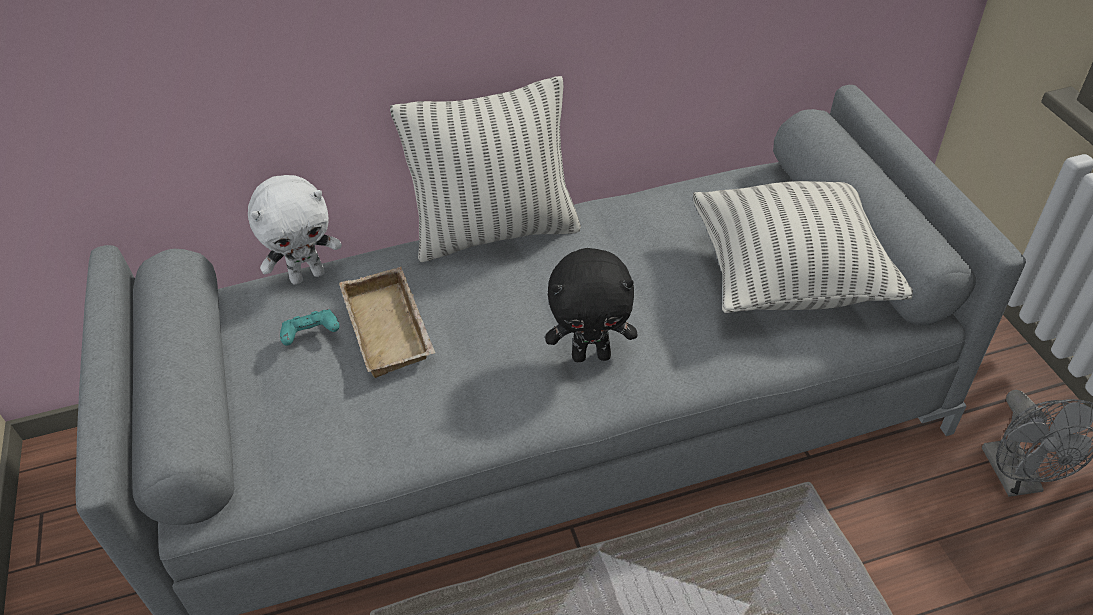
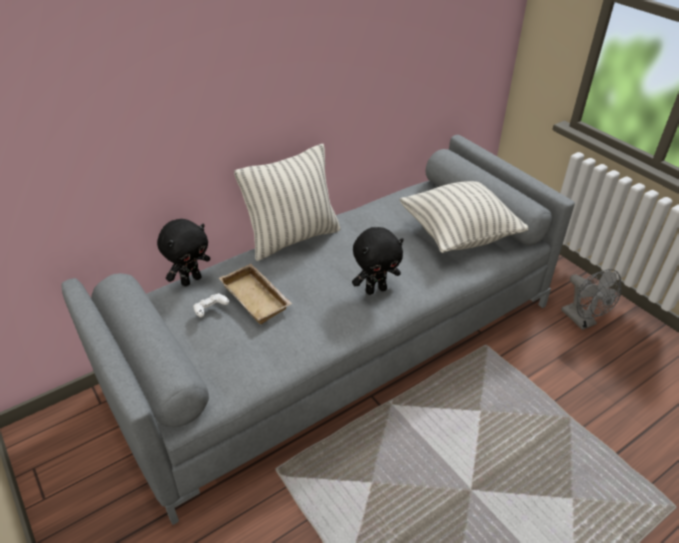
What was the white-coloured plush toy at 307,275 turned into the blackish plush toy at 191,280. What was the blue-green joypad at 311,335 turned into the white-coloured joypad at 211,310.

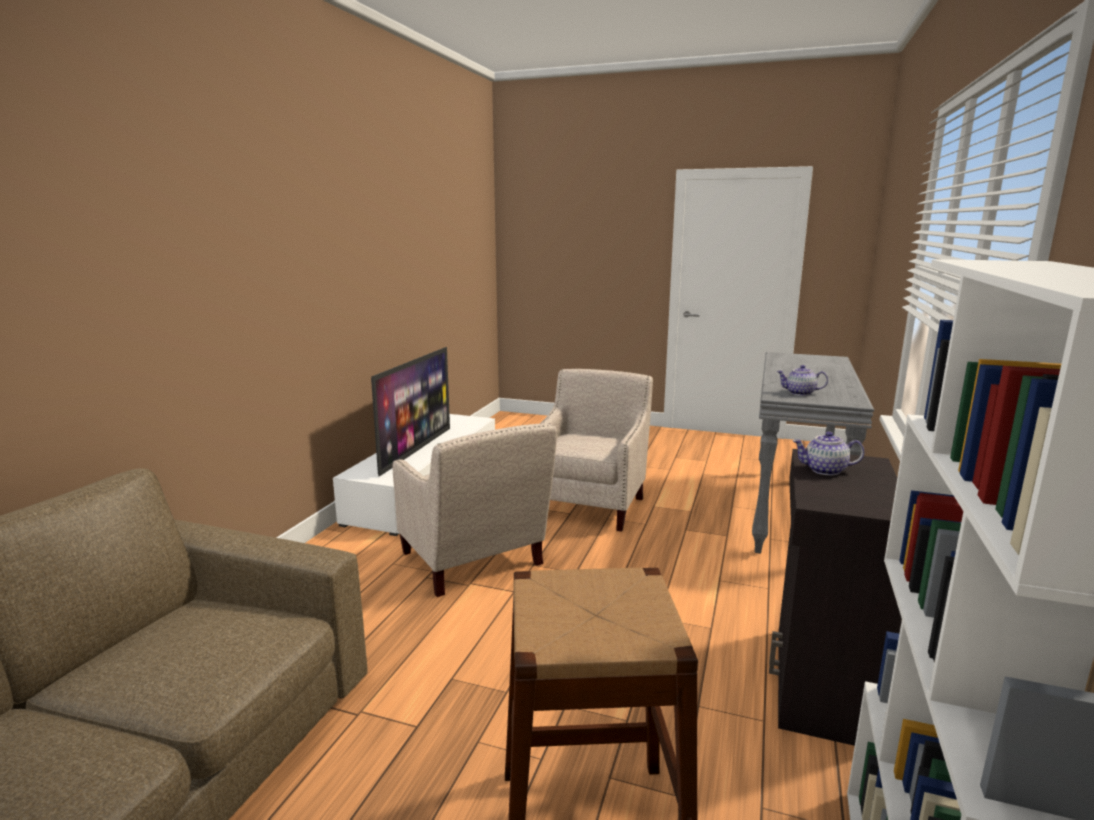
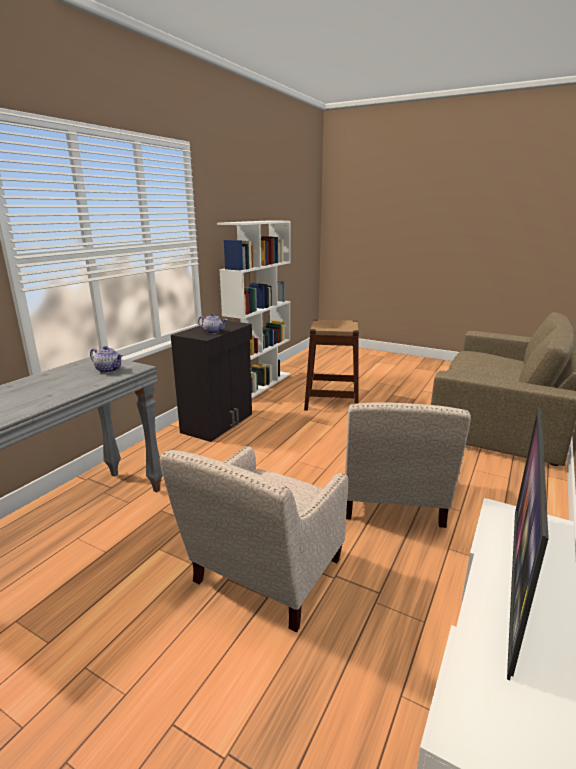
The beige easy chair at 473,563 ended up facing another way, 150 degrees counterclockwise from before.

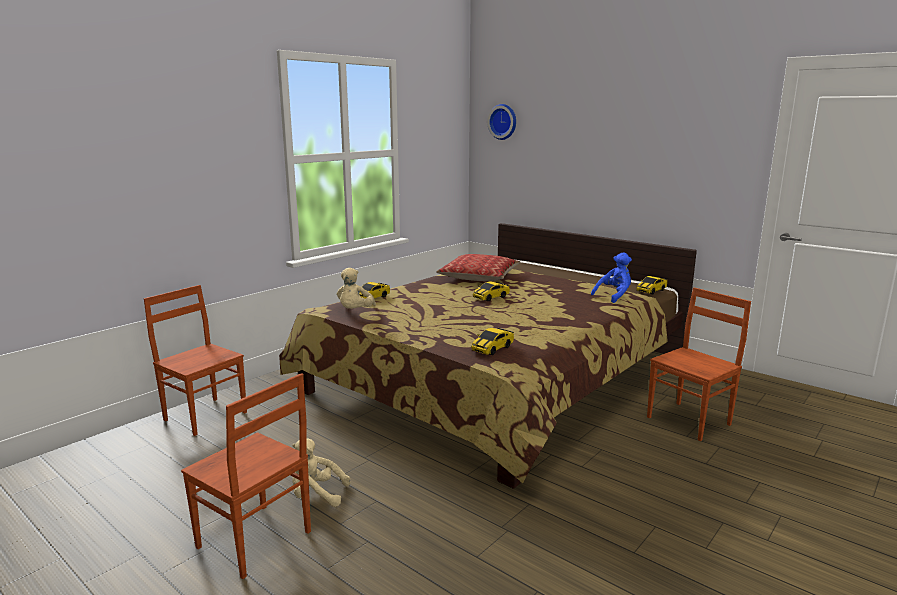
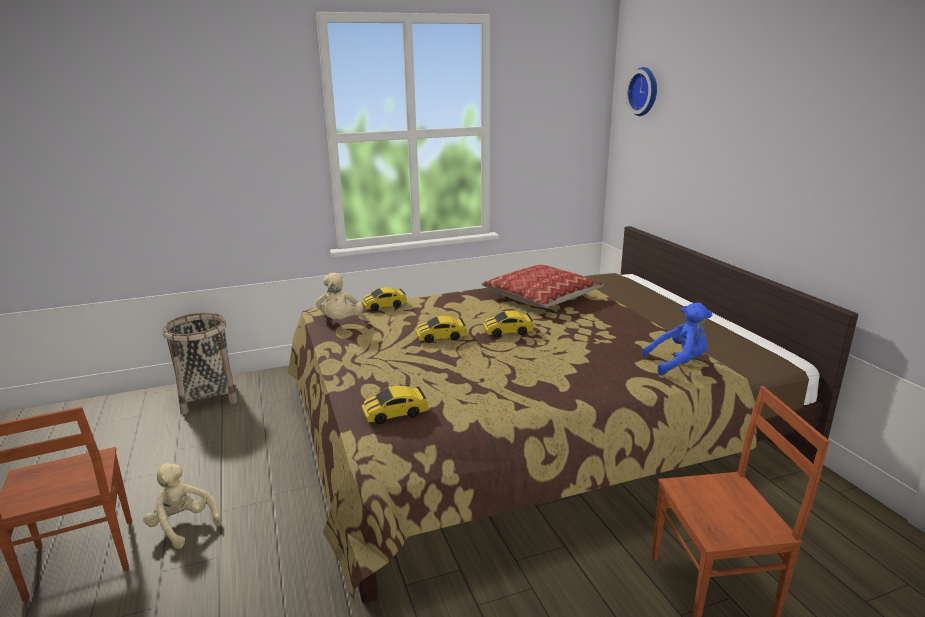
The model car ended up elsewhere, having gone from 651,291 to 441,337. Where the brownish upright chair stood at 206,415, the household basket came to stand at 208,397. The beige plush toy at 355,312 ended up facing another way, 45 degrees counterclockwise from before.

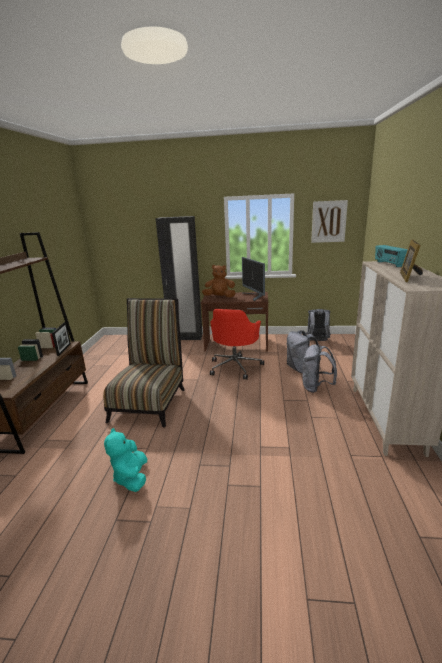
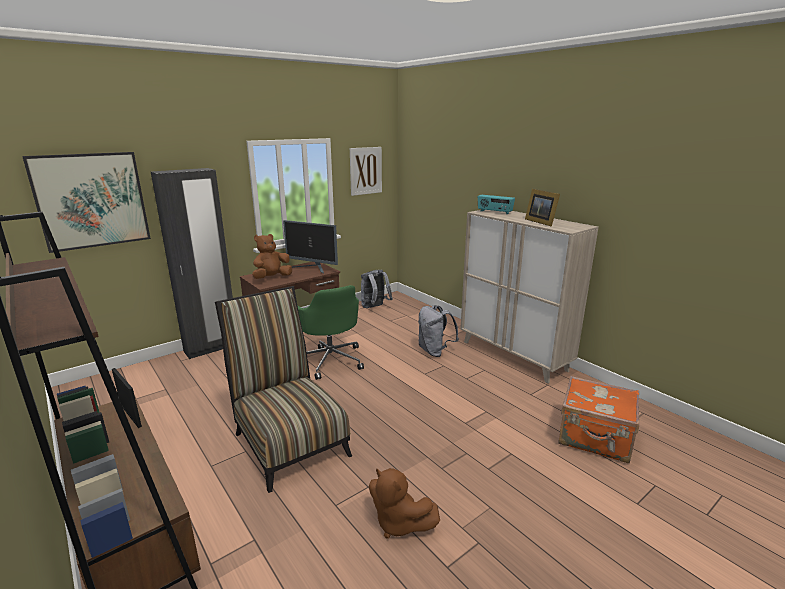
The second view lost the grey backpack at 300,369. The second view gained the picture at 91,200. The second view gained the orange-coloured suitcase at 595,438. What was the blue-green plush toy at 131,477 turned into the brownish plush toy at 398,523. What was the reddish desk chair at 235,366 turned into the green desk chair at 331,360.

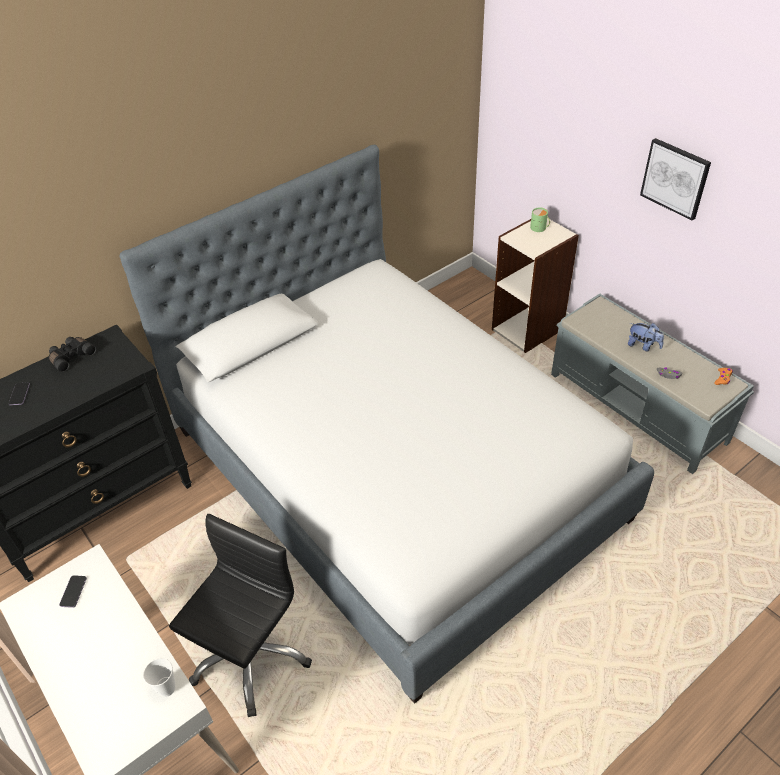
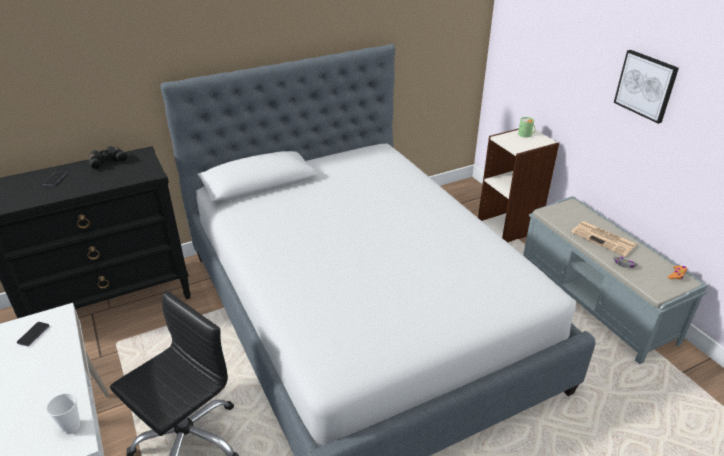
Where the plush toy stood at 643,346, the printed paper came to stand at 604,239.

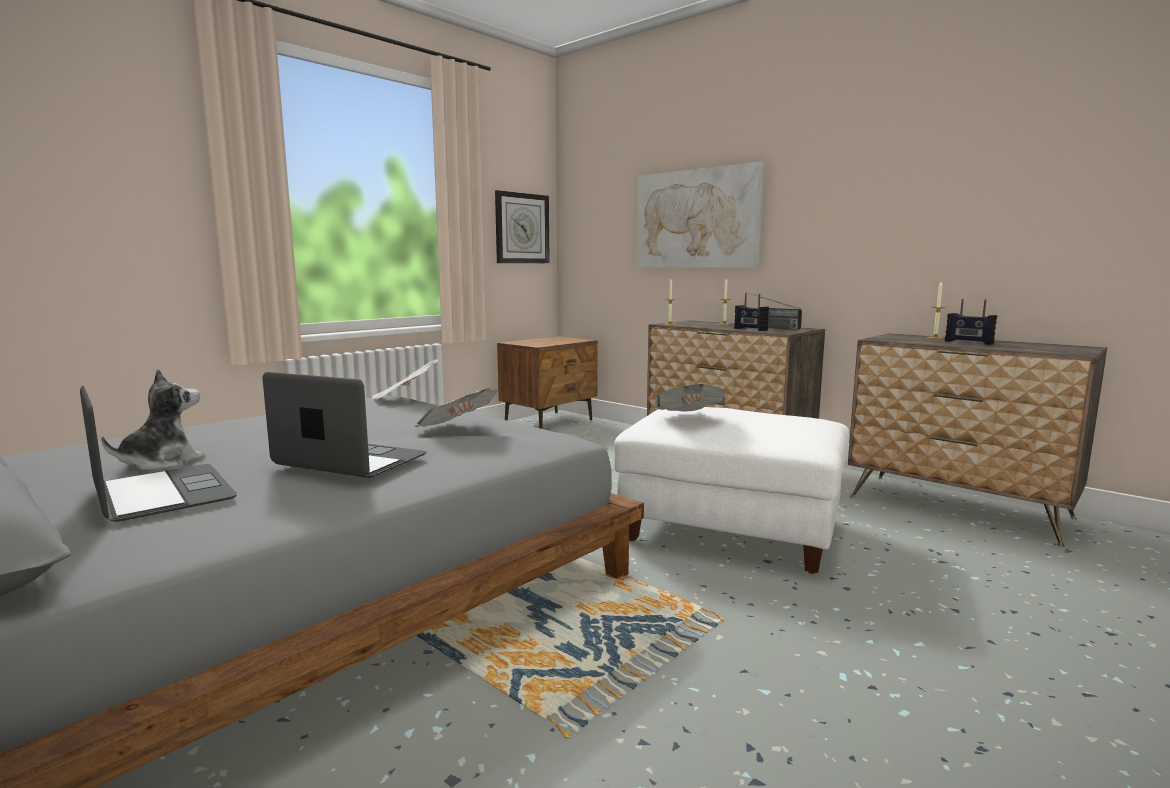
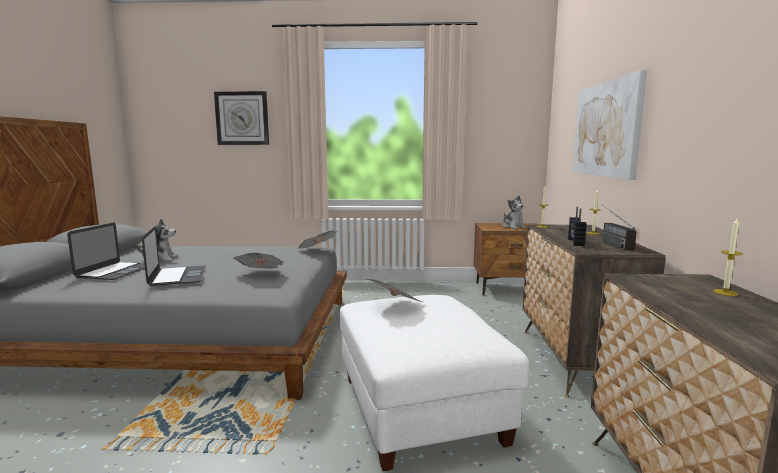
The second view lost the radio at 968,342. The second view gained the plush toy at 513,227. The hanging clock ended up elsewhere, having gone from 522,228 to 242,118.

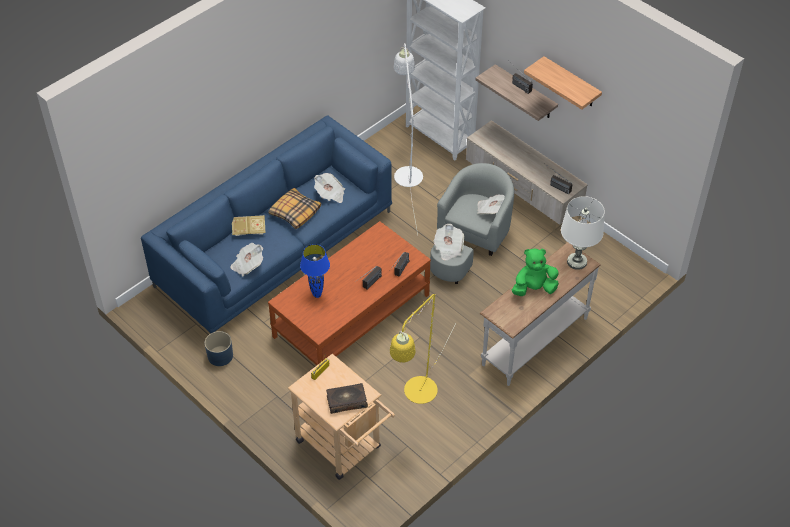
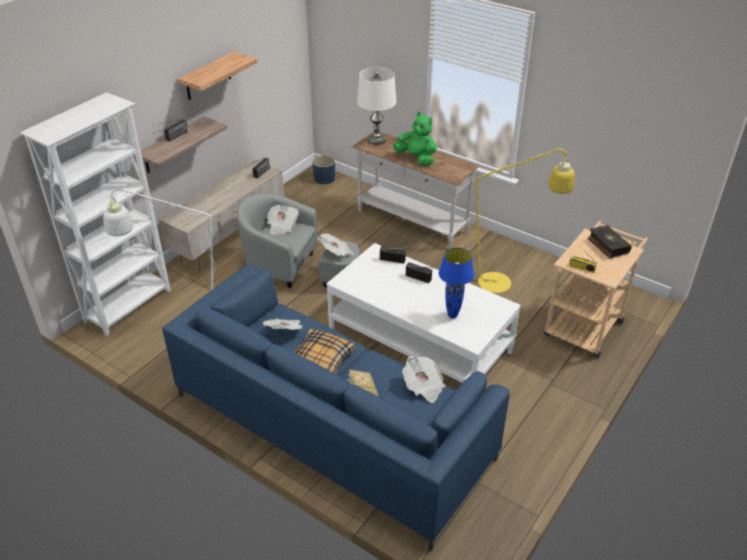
The bluish planter ended up elsewhere, having gone from 220,356 to 324,178. What was the brownish low table at 352,315 turned into the white-coloured low table at 419,341. The green plush toy at 534,288 ended up facing another way, 150 degrees clockwise from before.

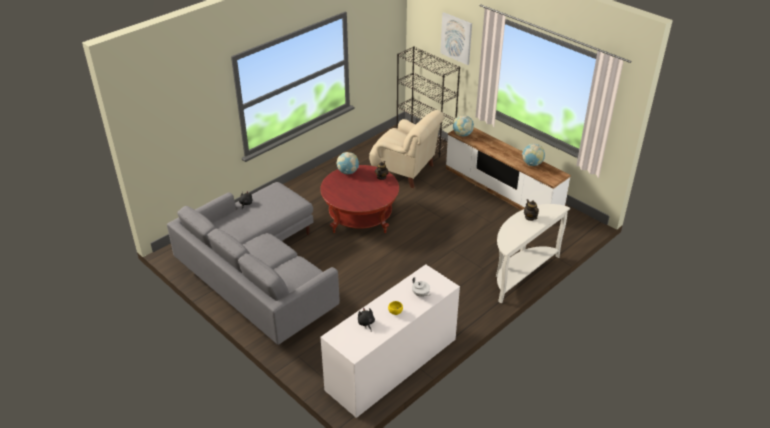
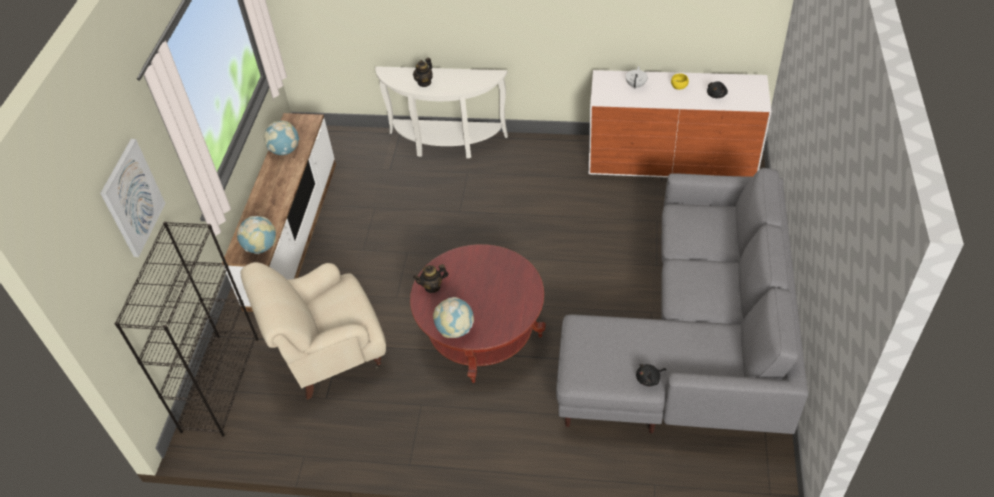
The beige easy chair at 405,171 ended up facing another way, 105 degrees counterclockwise from before.

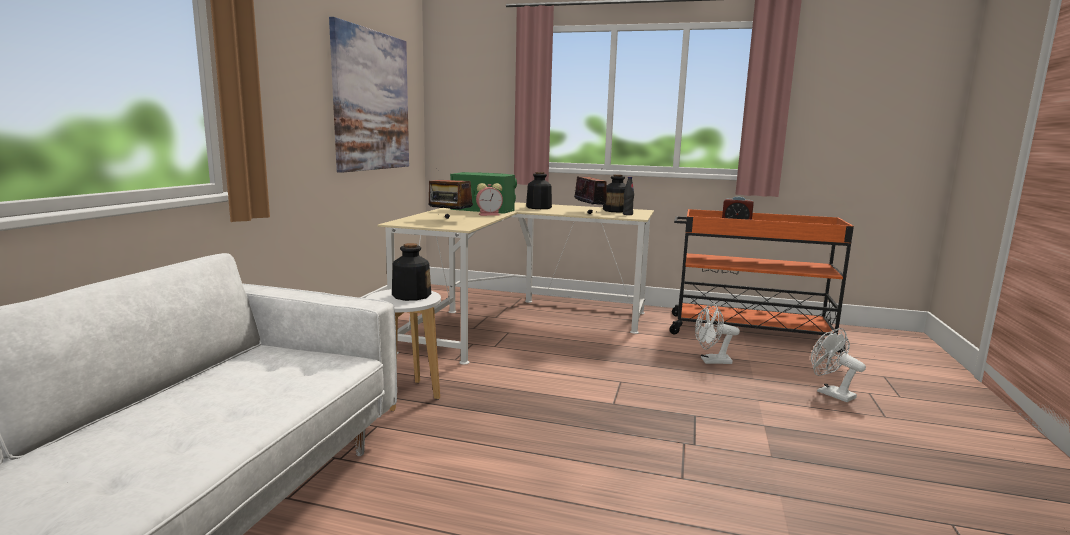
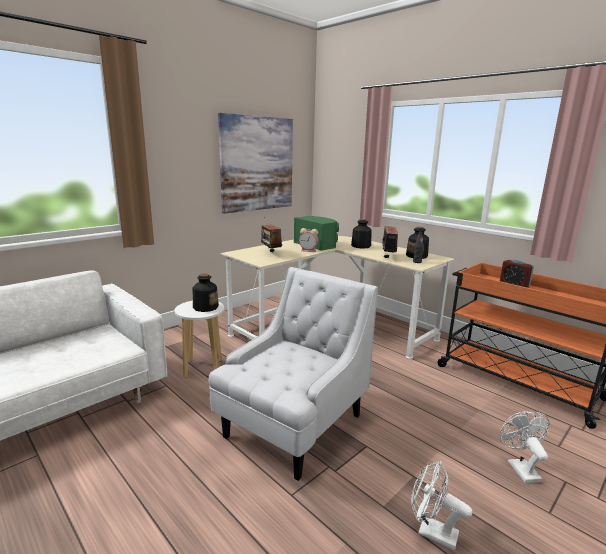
The second view gained the white-coloured easy chair at 293,427. The white-coloured cooling fan ended up elsewhere, having gone from 711,361 to 431,532.

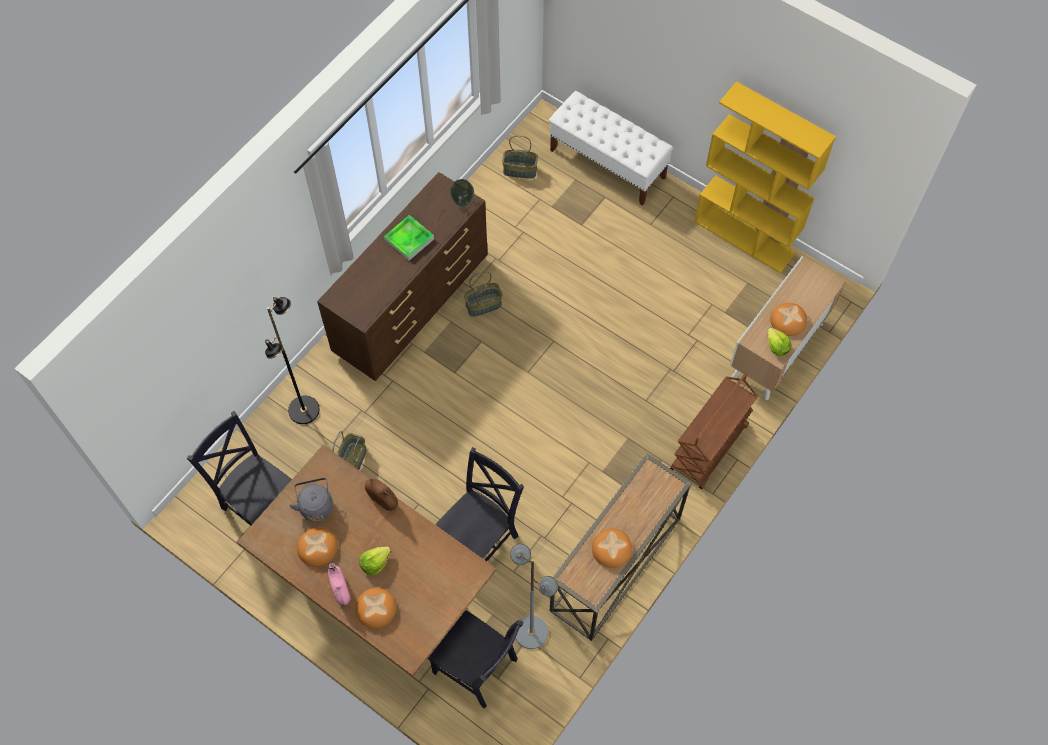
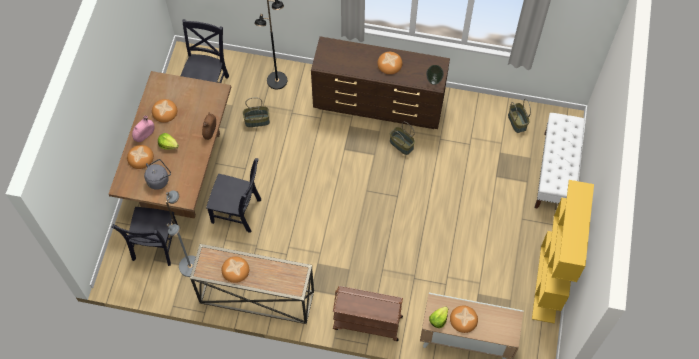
The grey kettle ended up elsewhere, having gone from 316,505 to 159,179. Where the carrying tray stood at 409,239, the baked bread came to stand at 389,64.

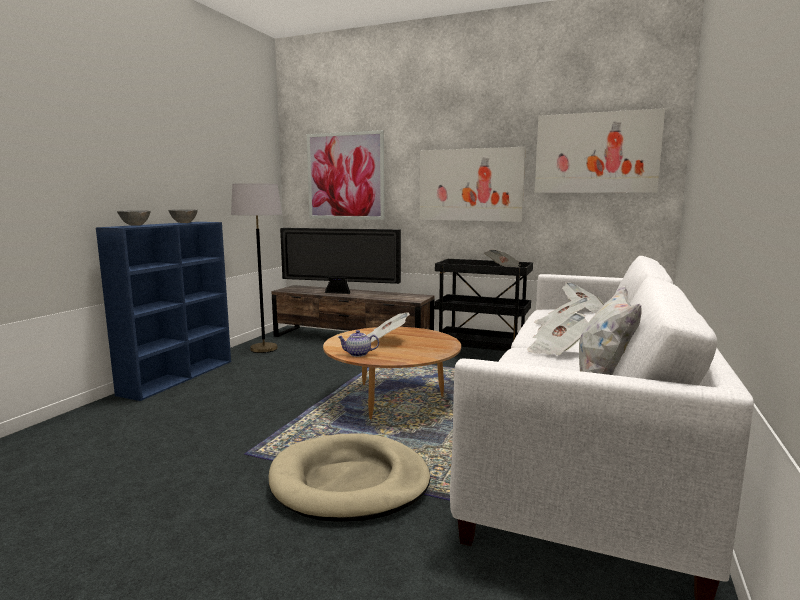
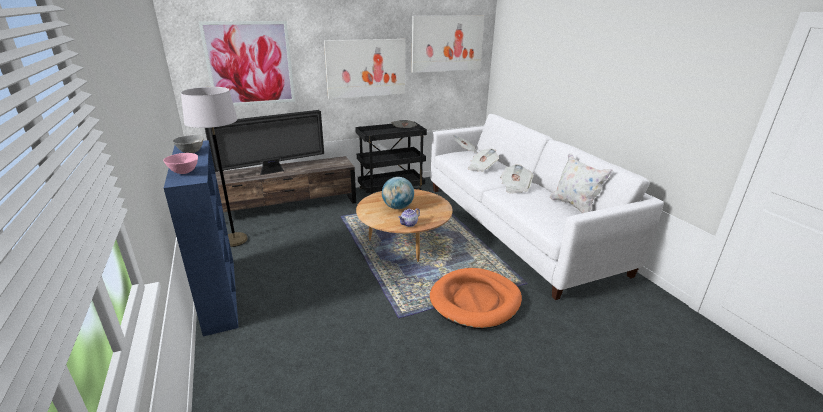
Where the printed paper stood at 384,340, the globe came to stand at 397,207. What was the grey deep dish at 135,225 turned into the pink deep dish at 184,172. What was the beige dog bed at 349,482 turned into the orange-coloured dog bed at 475,301.

